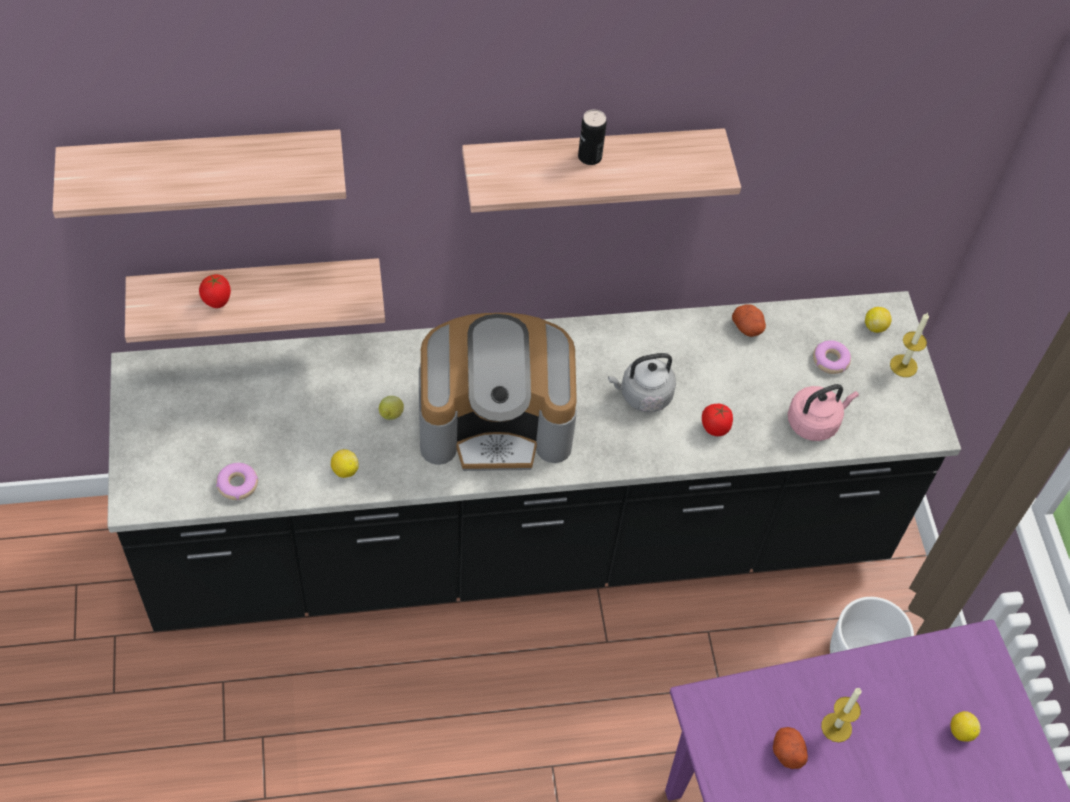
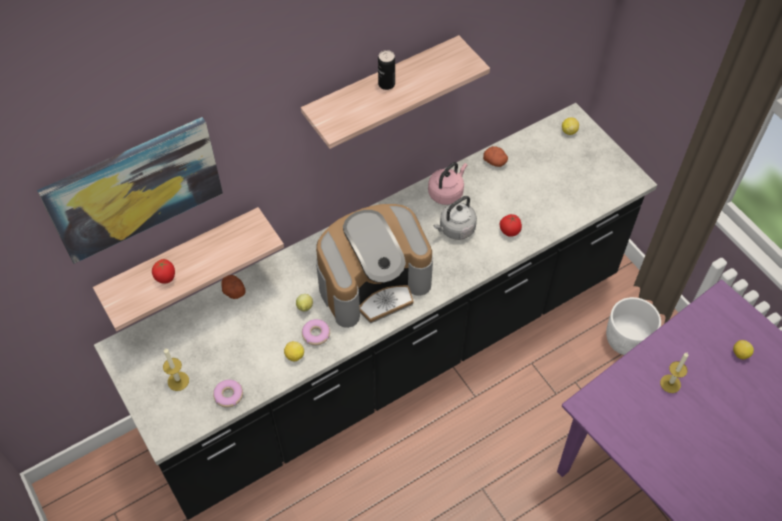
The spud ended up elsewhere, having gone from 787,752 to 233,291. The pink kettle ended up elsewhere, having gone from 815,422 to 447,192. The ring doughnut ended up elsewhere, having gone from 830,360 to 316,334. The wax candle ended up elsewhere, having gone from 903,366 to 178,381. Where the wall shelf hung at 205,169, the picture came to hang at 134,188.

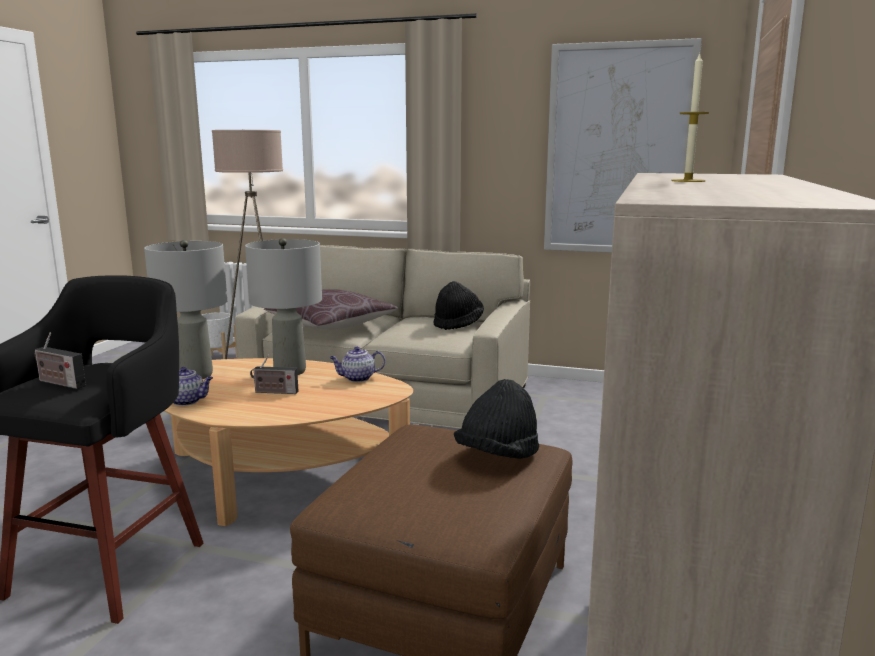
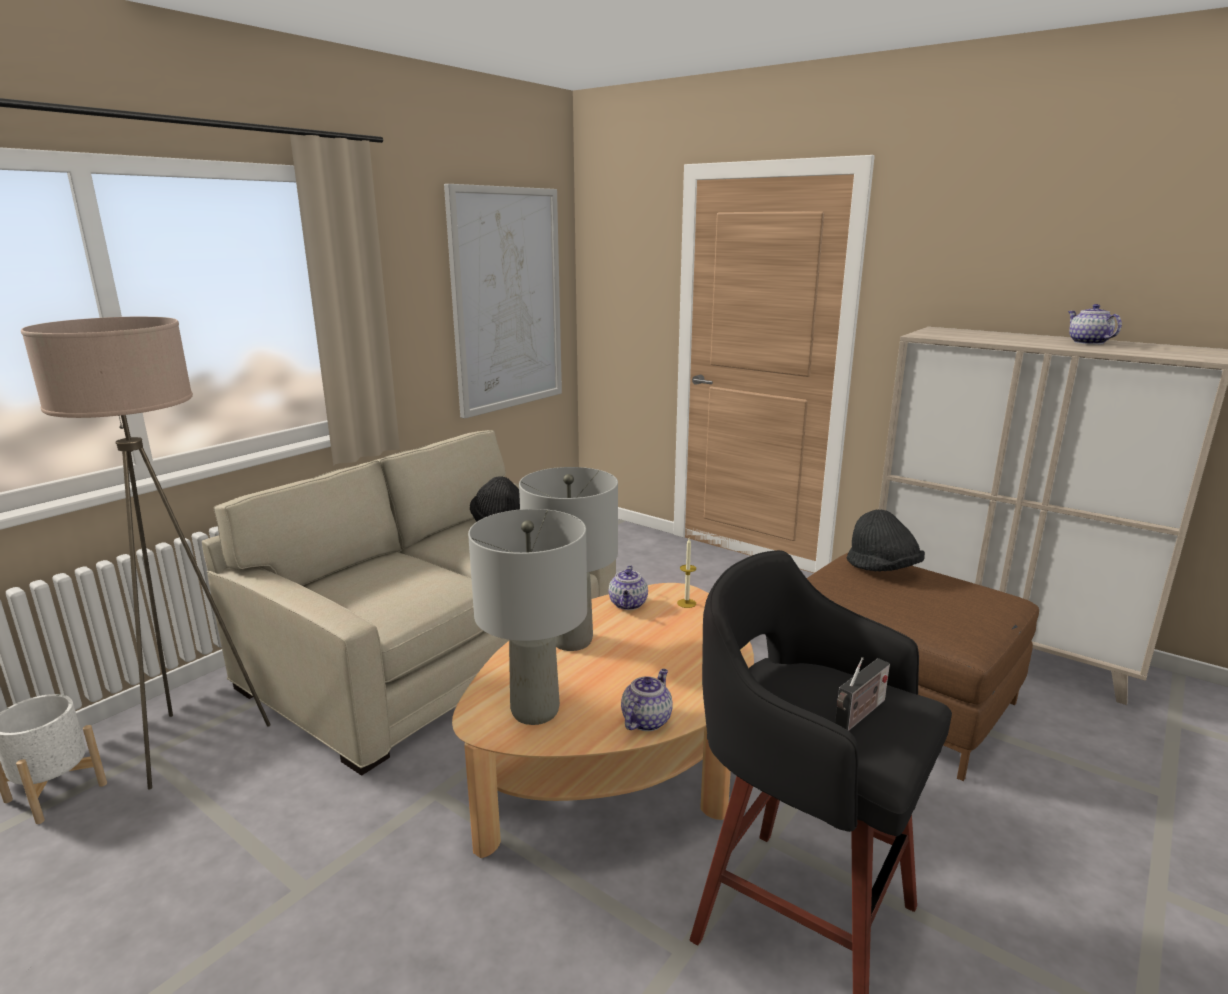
The second view lost the radio at 274,392. The second view lost the brownish throw pillow at 331,325. The second view gained the pot for tea at 1087,342. The wax candle ended up elsewhere, having gone from 688,181 to 686,603.

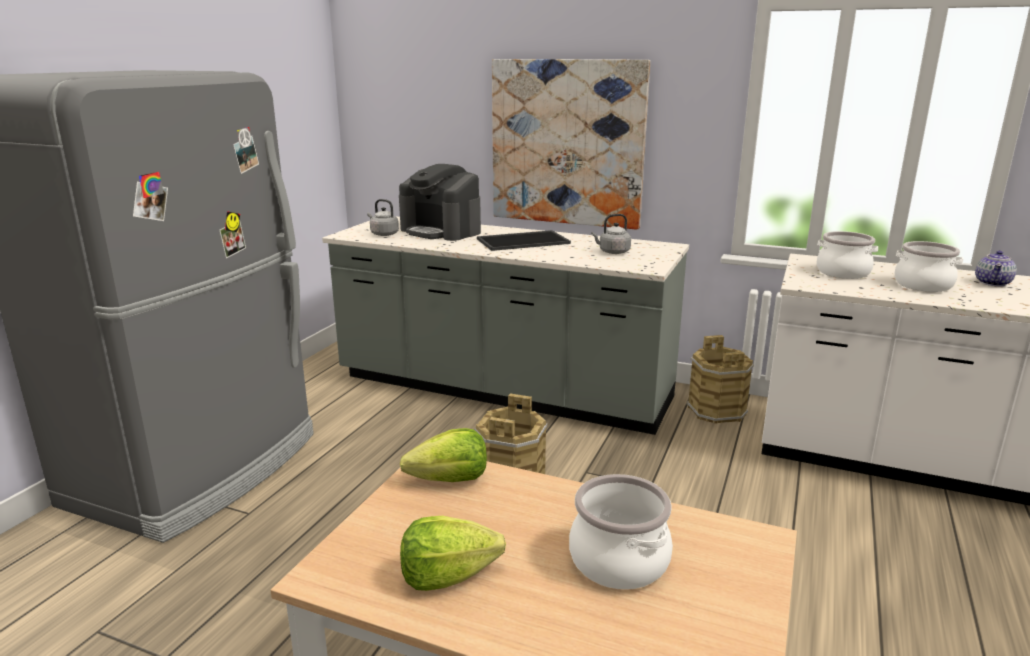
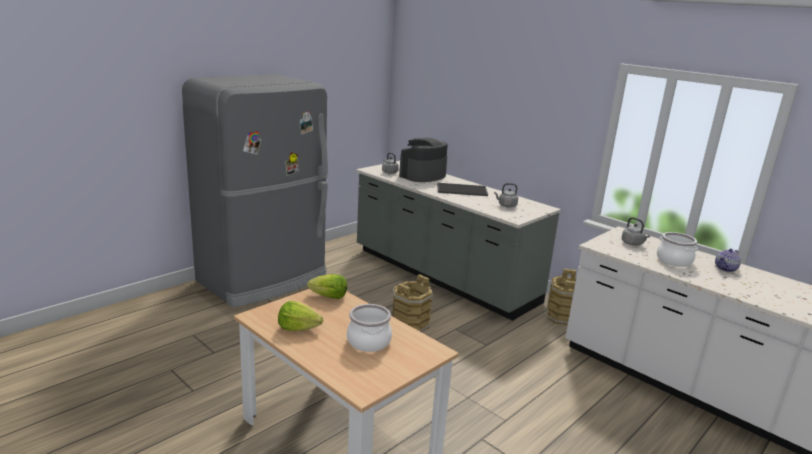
The second view lost the picture at 567,143. Where the stockpot stood at 843,272, the grey kettle came to stand at 633,243. The coffee maker at 441,231 ended up facing another way, 75 degrees clockwise from before.

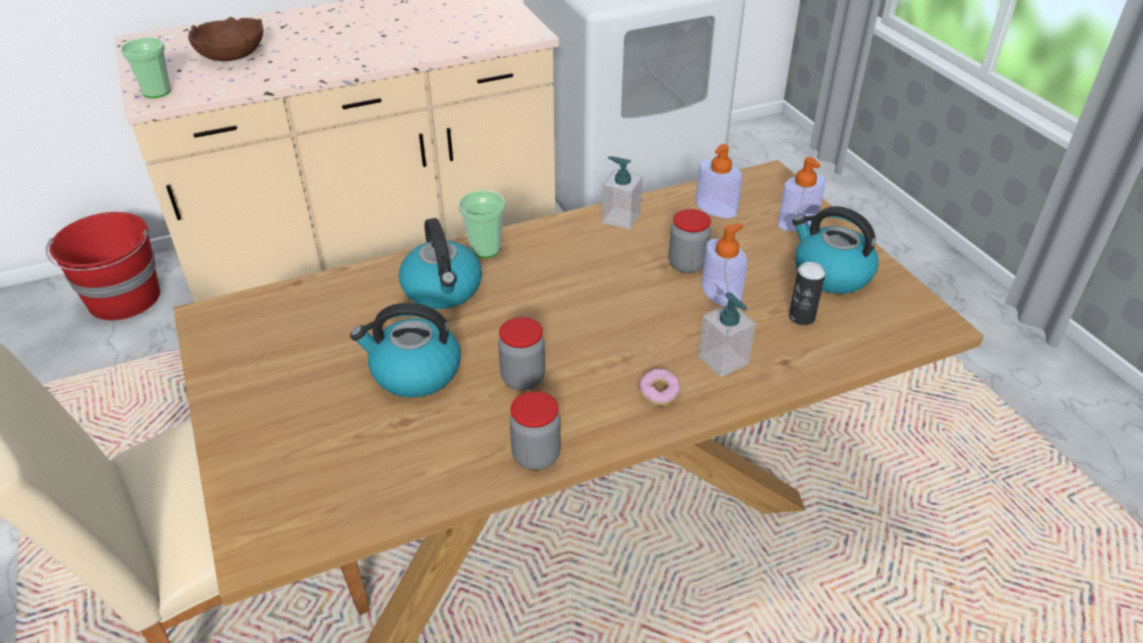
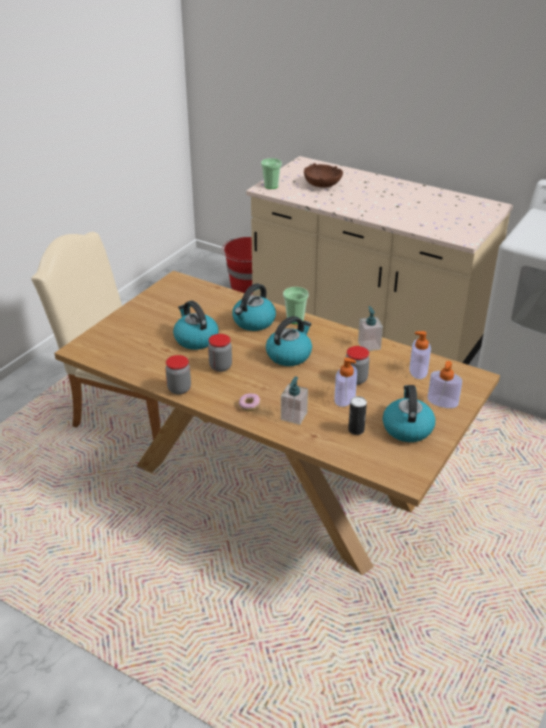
The second view gained the kettle at 289,355.

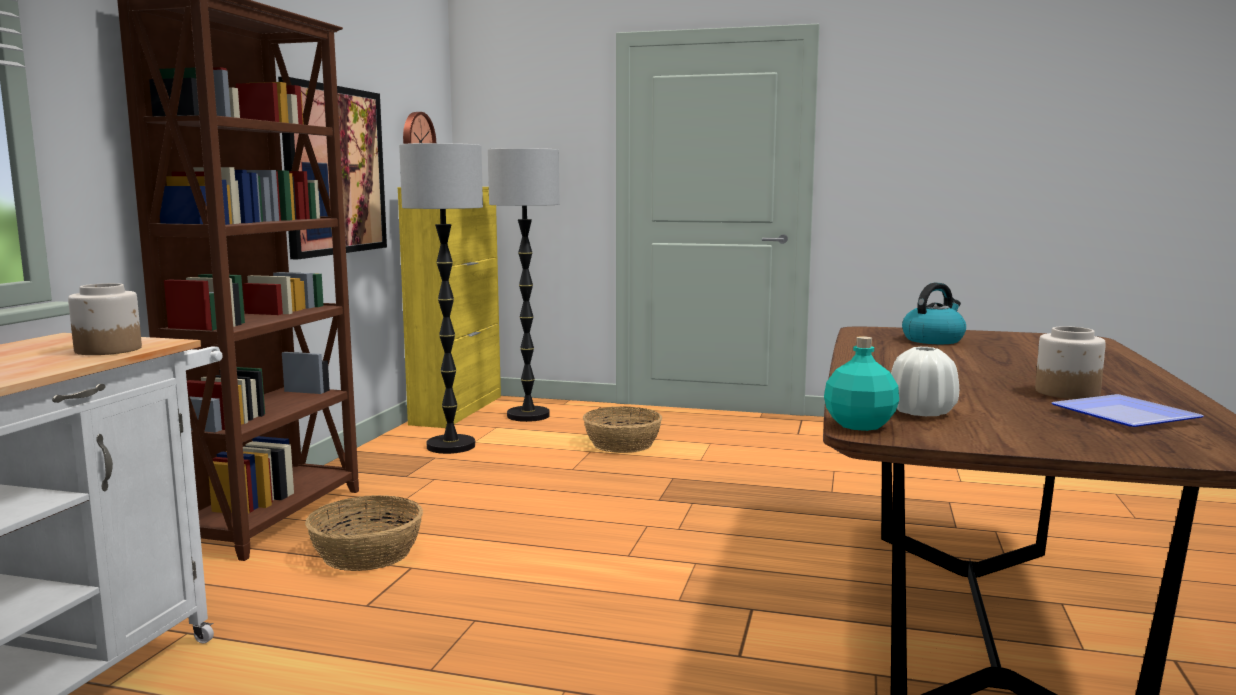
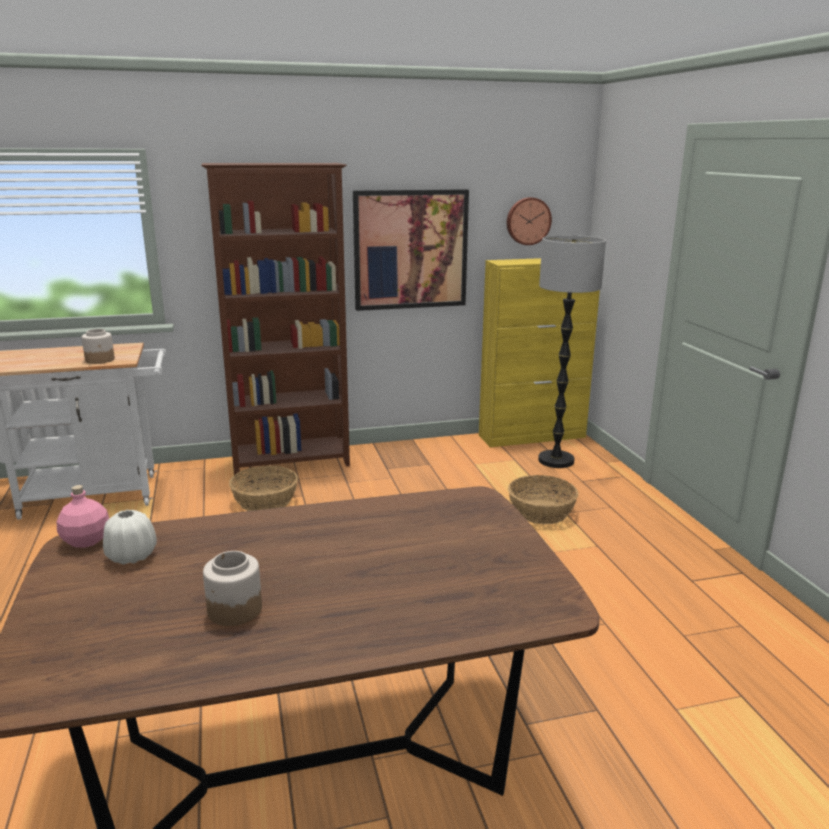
The second view lost the floor lamp at 451,446. The second view lost the kettle at 933,340. The second view lost the flat dish at 1125,417. What was the blue-green drink bottle at 861,425 turned into the pink drink bottle at 86,541.

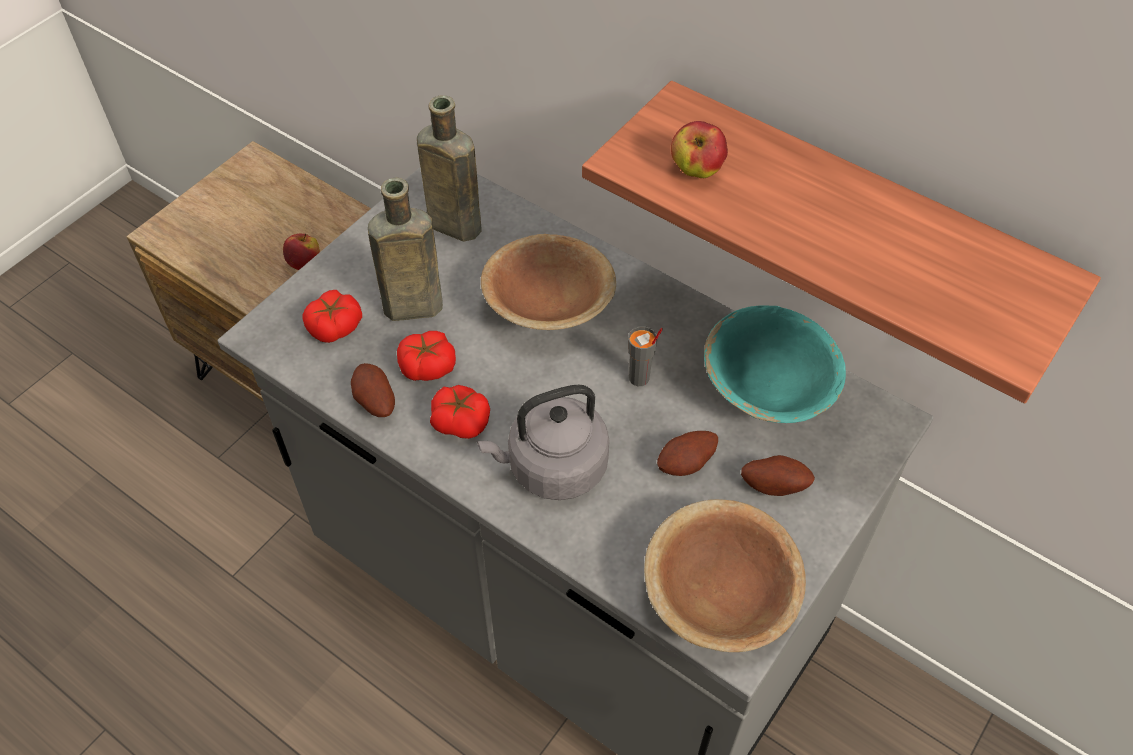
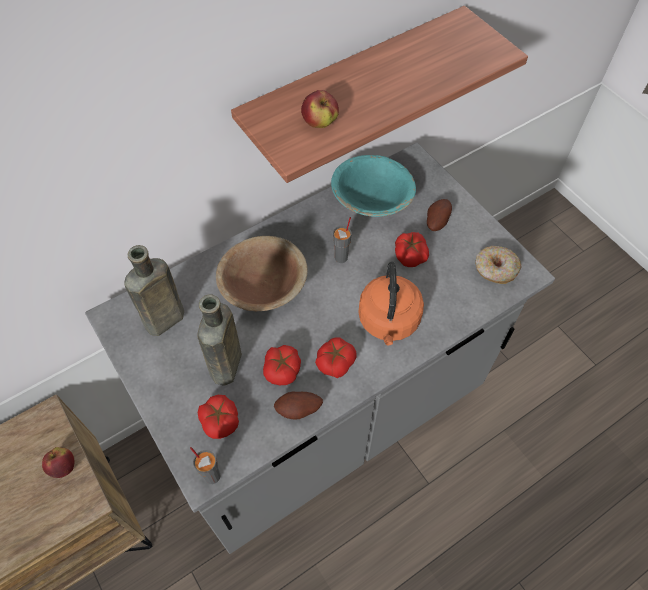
The second view gained the grey cup at 212,475. Where the brownish deep dish stood at 719,593, the ring doughnut came to stand at 495,269. Where the spud stood at 687,464, the tomato came to stand at 410,255. What was the grey kettle at 552,467 turned into the orange-coloured kettle at 388,322.

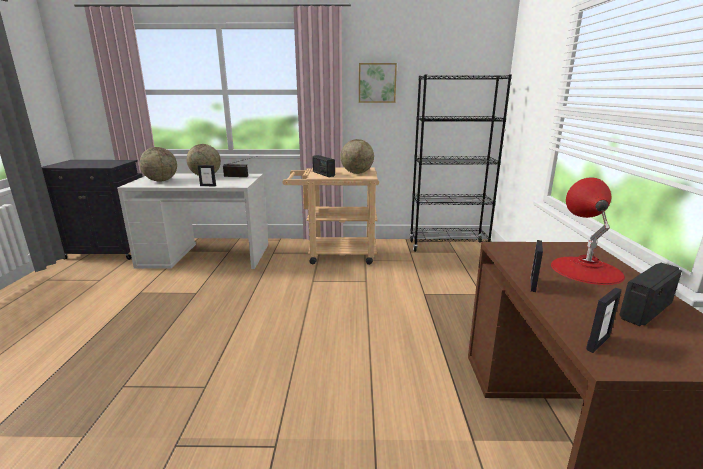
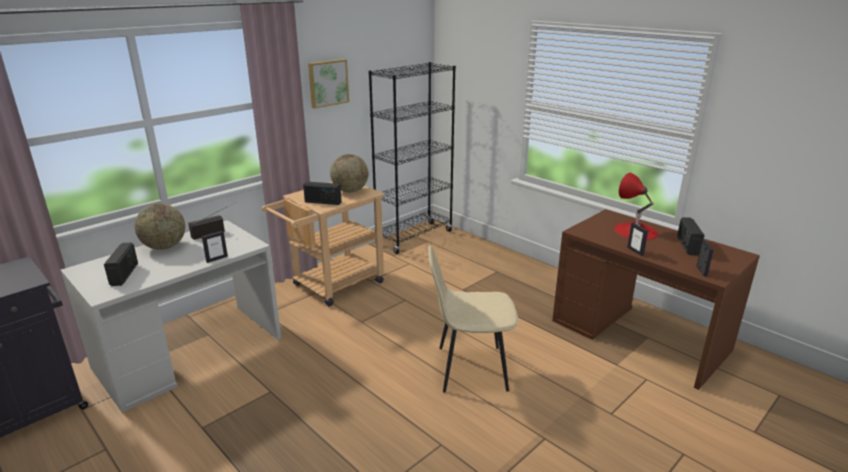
The second view gained the beige upright chair at 469,368. Where the globe stood at 161,180, the radio came to stand at 124,274.

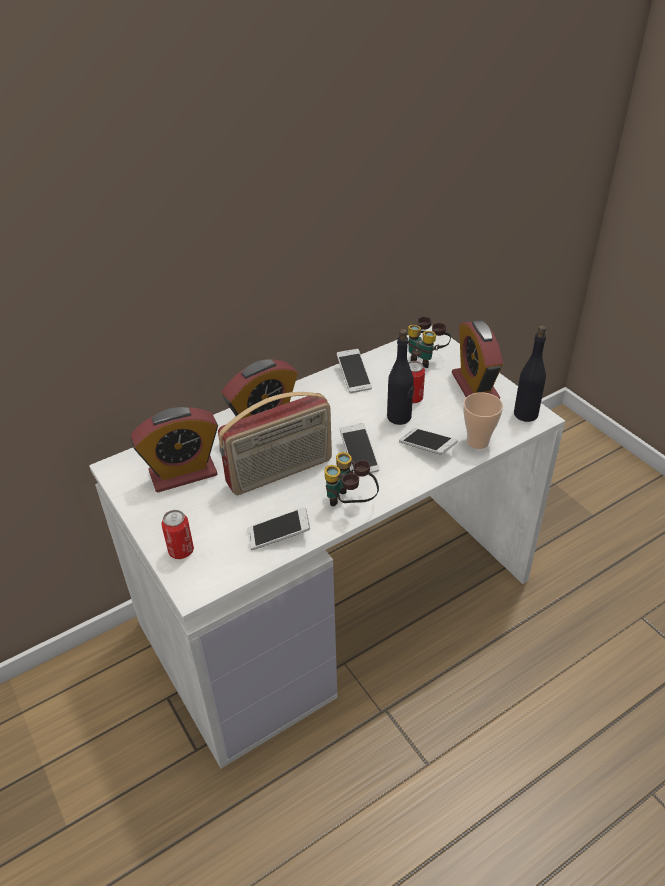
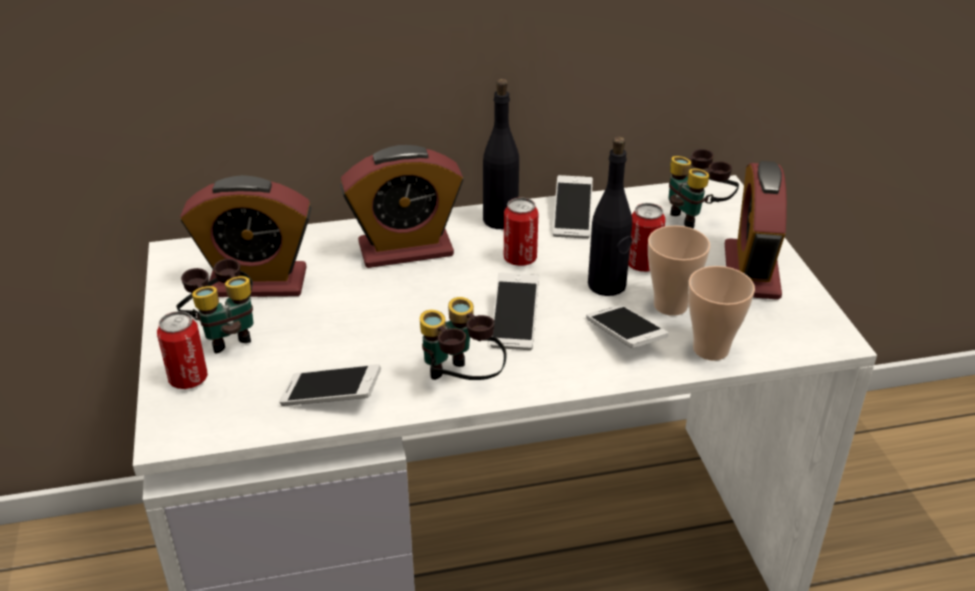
The second view lost the radio at 280,473. The second view gained the field glasses at 225,334. The second view gained the can at 520,259. The second view gained the cup at 670,305. The blackish drink bottle ended up elsewhere, having gone from 525,414 to 500,220.

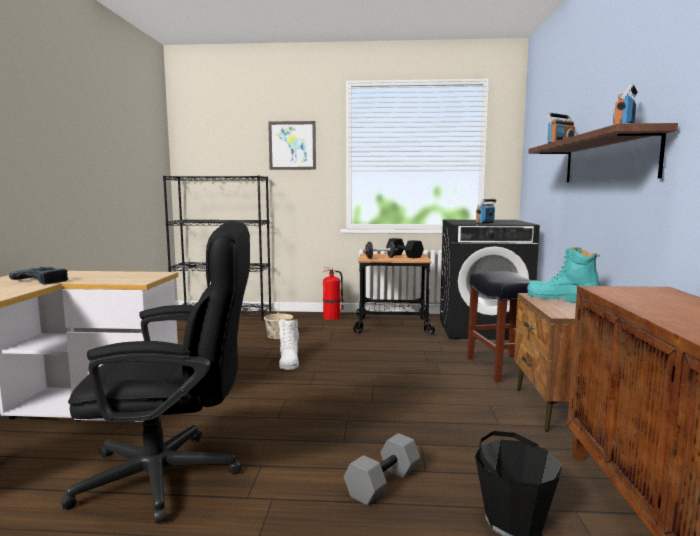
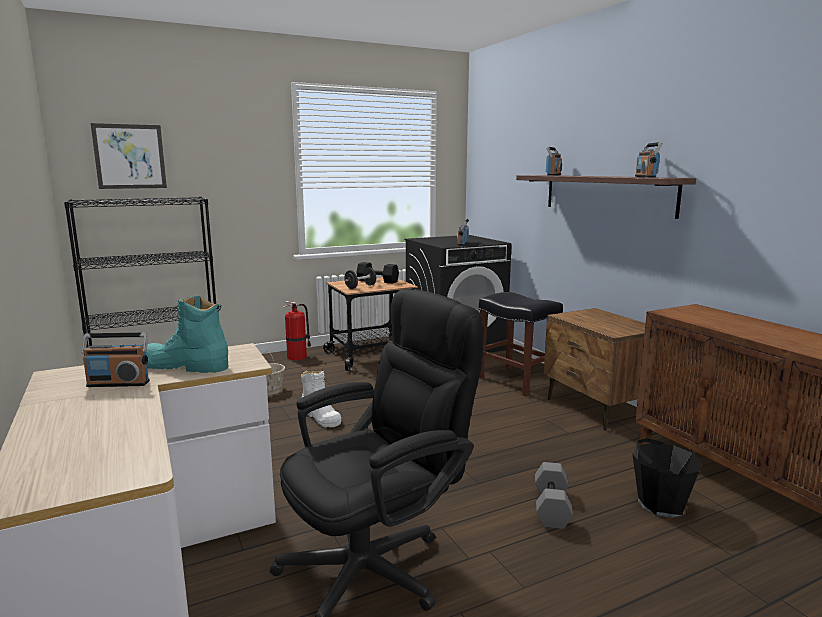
The picture ended up elsewhere, having gone from 292,145 to 130,156. The blue-green high-top boot ended up elsewhere, having gone from 561,299 to 184,366. Where the power drill stood at 46,280, the radio came to stand at 119,383.

